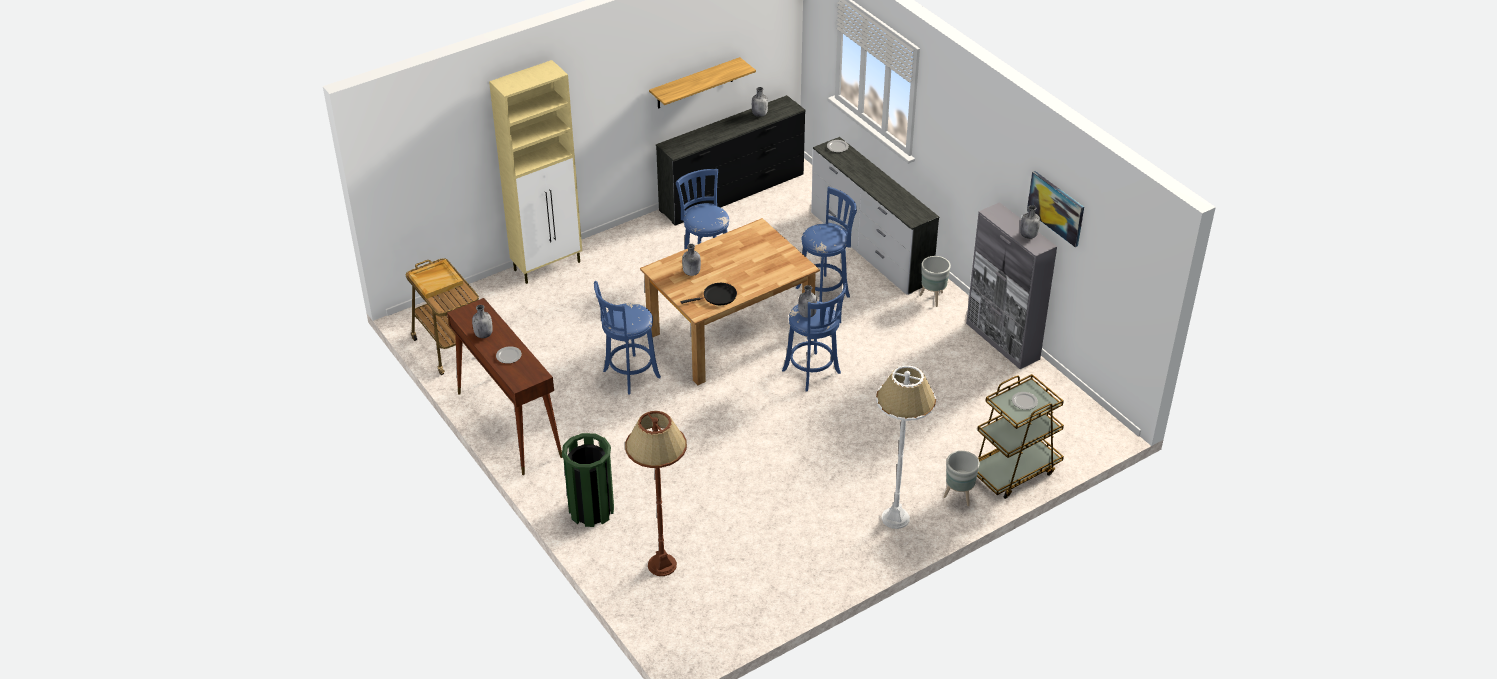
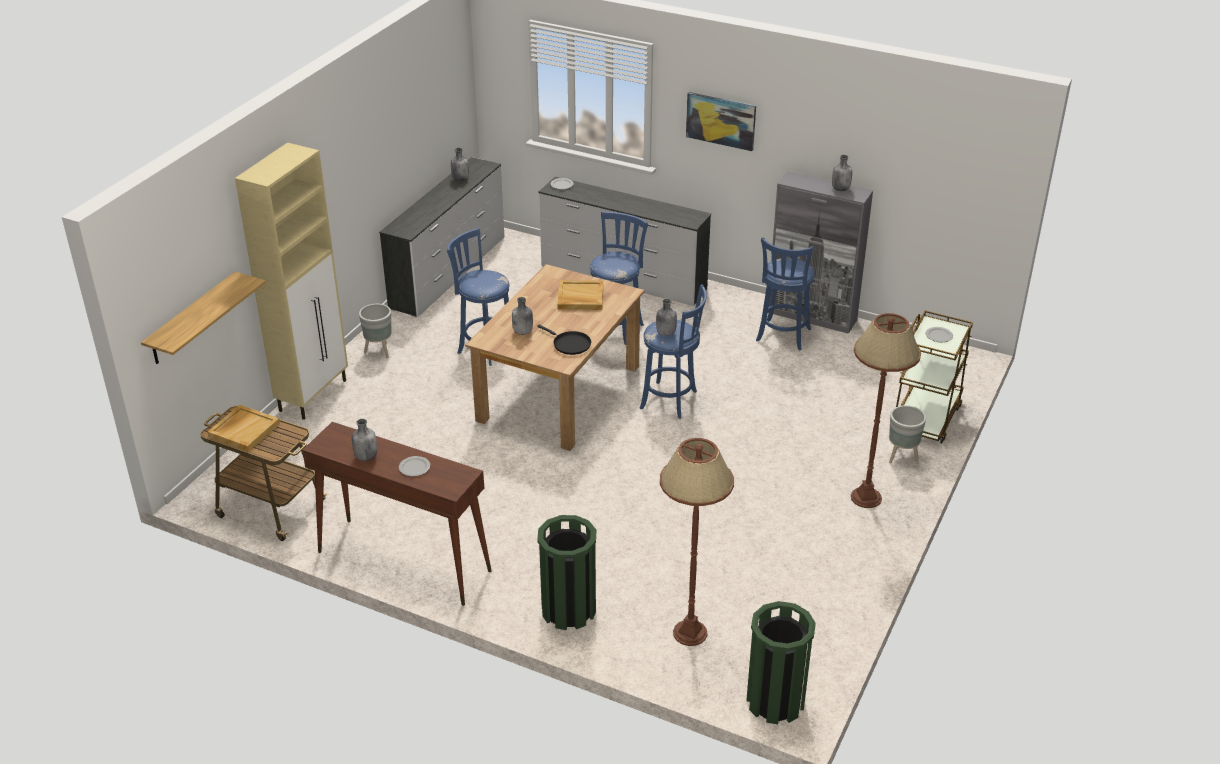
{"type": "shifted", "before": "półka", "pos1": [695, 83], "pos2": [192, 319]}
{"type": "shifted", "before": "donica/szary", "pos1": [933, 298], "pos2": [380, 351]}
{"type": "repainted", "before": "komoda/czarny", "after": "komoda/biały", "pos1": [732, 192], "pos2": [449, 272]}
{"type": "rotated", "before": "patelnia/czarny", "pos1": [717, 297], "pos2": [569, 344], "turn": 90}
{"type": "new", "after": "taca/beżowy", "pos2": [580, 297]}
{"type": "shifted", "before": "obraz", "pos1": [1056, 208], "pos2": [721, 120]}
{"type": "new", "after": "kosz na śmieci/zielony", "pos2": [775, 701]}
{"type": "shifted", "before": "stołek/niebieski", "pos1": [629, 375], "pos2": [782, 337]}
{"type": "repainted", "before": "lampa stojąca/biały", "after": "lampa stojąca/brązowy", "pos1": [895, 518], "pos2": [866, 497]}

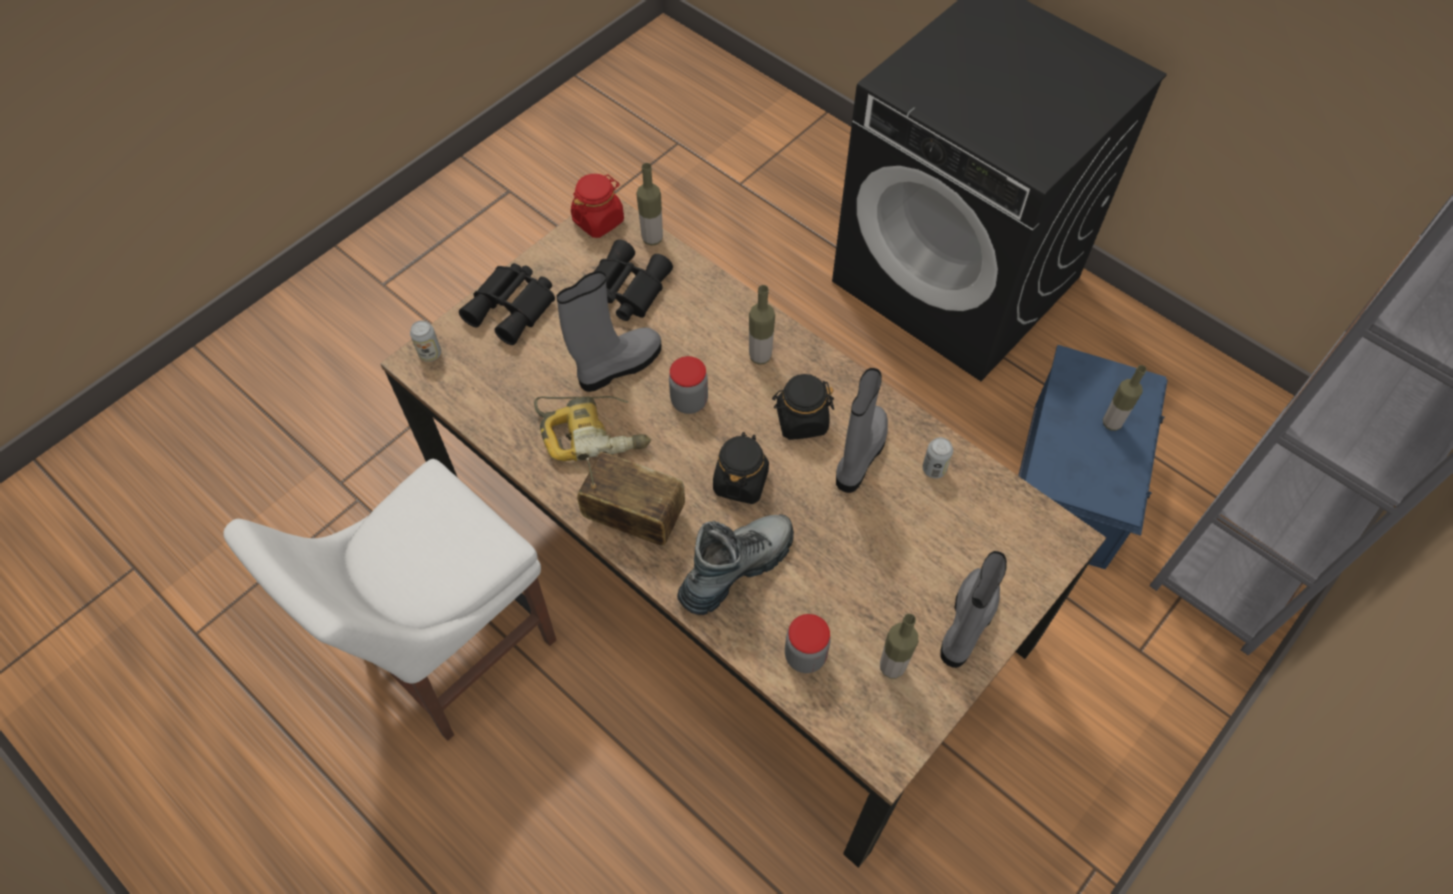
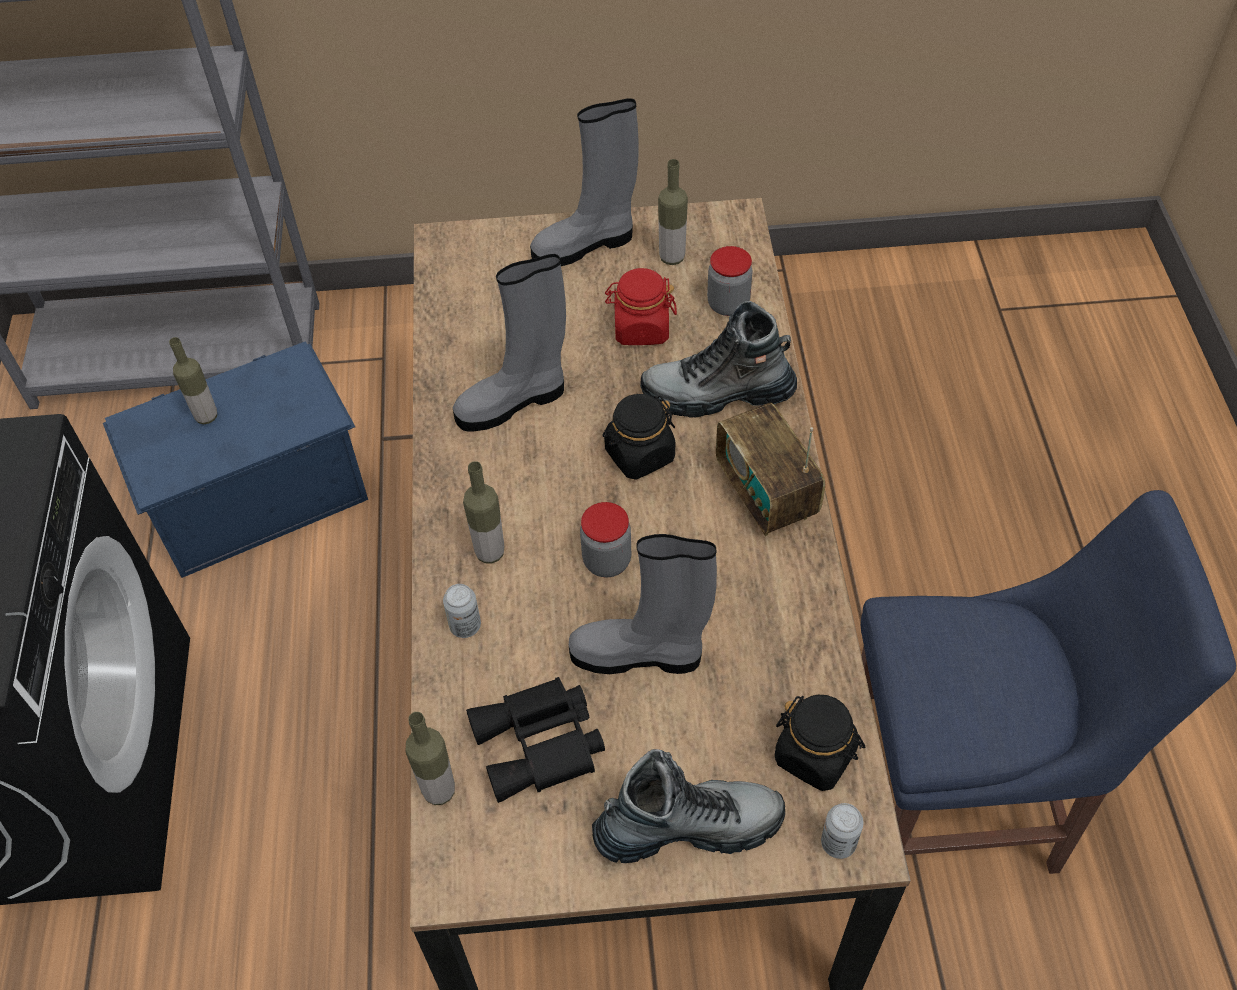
{"type": "shifted", "before": "puszka", "pos1": [934, 469], "pos2": [465, 626]}
{"type": "swapped", "before": "lornetka/czarny", "after": "but z cholewką", "pos1": [513, 308], "pos2": [688, 827]}
{"type": "shifted", "before": "słoik/czerwony", "pos1": [598, 220], "pos2": [641, 328]}
{"type": "shifted", "before": "słoik/czarny", "pos1": [801, 420], "pos2": [815, 755]}
{"type": "repainted", "before": "krzesło/biały", "after": "krzesło/niebieski", "pos1": [450, 652], "pos2": [962, 798]}
{"type": "gone", "before": "wiertarka", "pos1": [593, 431]}

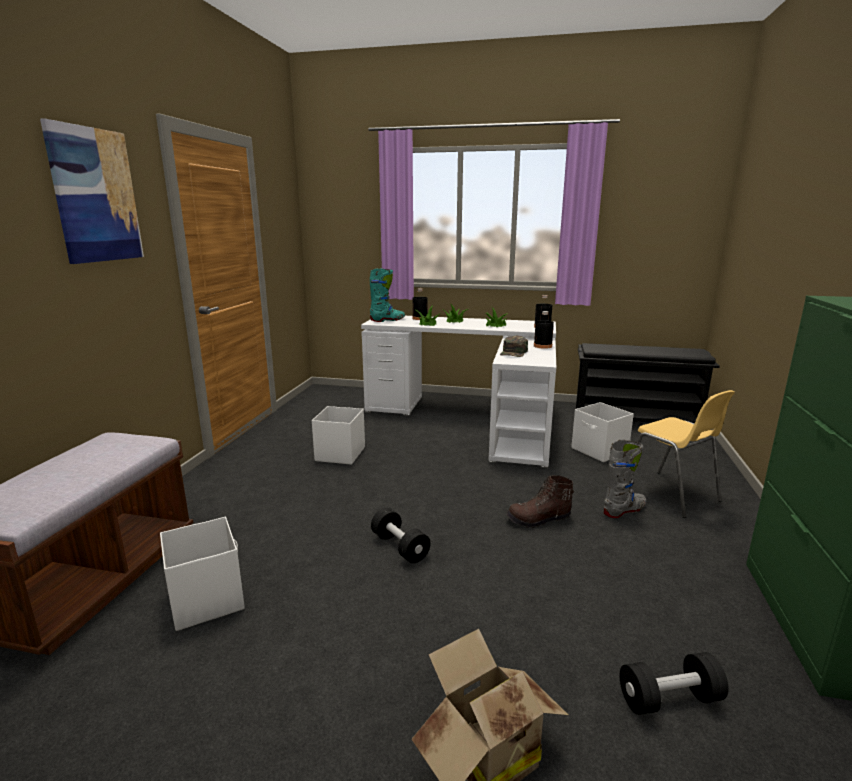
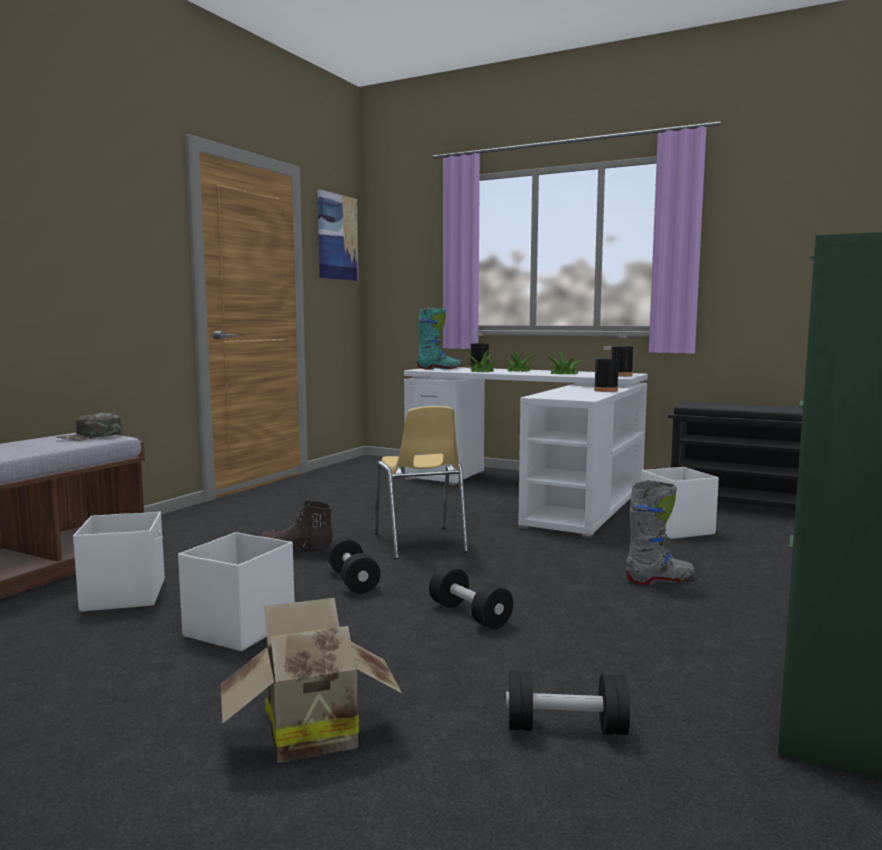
{"type": "shifted", "before": "czapka z daszkiem/zielony", "pos1": [514, 352], "pos2": [91, 436]}
{"type": "shifted", "before": "pojemnik do przechowywania/biały", "pos1": [339, 454], "pos2": [238, 629]}
{"type": "shifted", "before": "but z cholewką/brązowy", "pos1": [539, 520], "pos2": [295, 552]}
{"type": "shifted", "before": "obraz", "pos1": [95, 195], "pos2": [337, 237]}
{"type": "shifted", "before": "krzesło/żółty", "pos1": [670, 494], "pos2": [420, 543]}
{"type": "new", "after": "hantel/czarny", "pos2": [469, 615]}

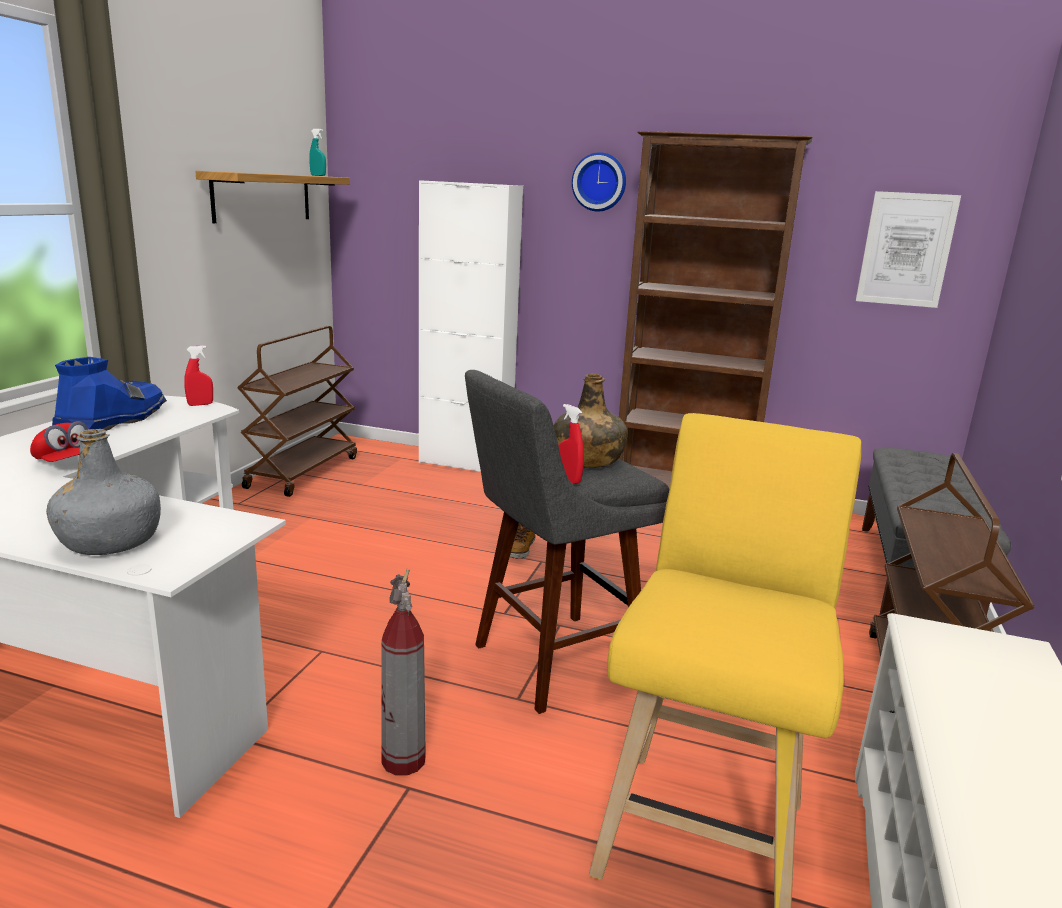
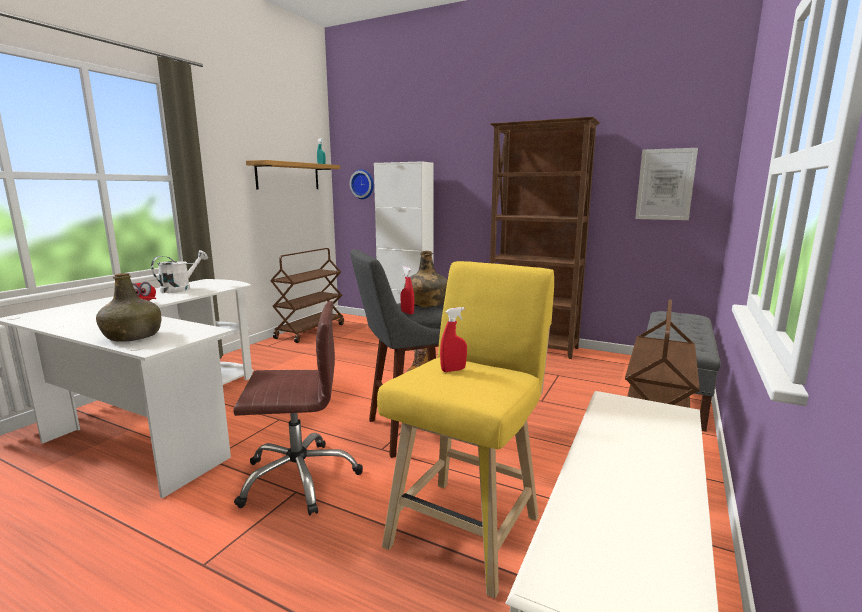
{"type": "repainted", "before": "butelka/szary", "after": "butelka/zielony", "pos1": [110, 541], "pos2": [133, 336]}
{"type": "swapped", "before": "but z cholewką/niebieski", "after": "konewka/biały", "pos1": [112, 420], "pos2": [180, 289]}
{"type": "swapped", "before": "gaśnica", "after": "krzesło biurowe/brązowy", "pos1": [403, 761], "pos2": [299, 477]}
{"type": "shifted", "before": "zegar ścienny", "pos1": [599, 182], "pos2": [363, 184]}
{"type": "shifted", "before": "spryskiwacz/czerwony", "pos1": [200, 404], "pos2": [453, 370]}

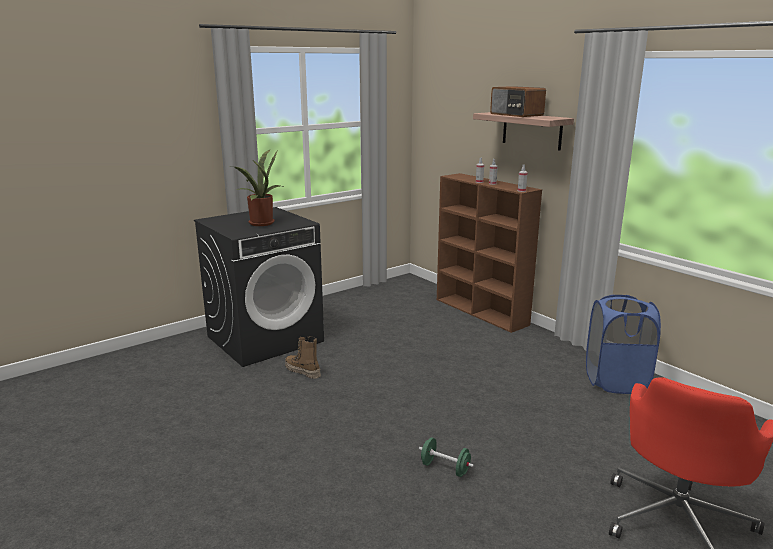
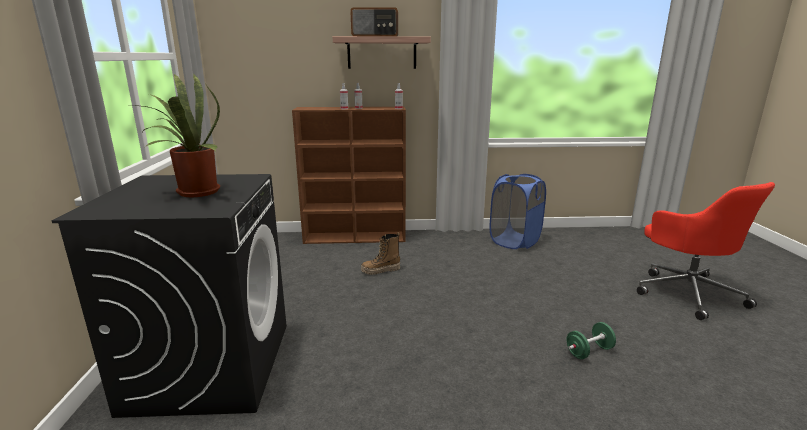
{"type": "shifted", "before": "but z cholewką", "pos1": [302, 371], "pos2": [380, 271]}

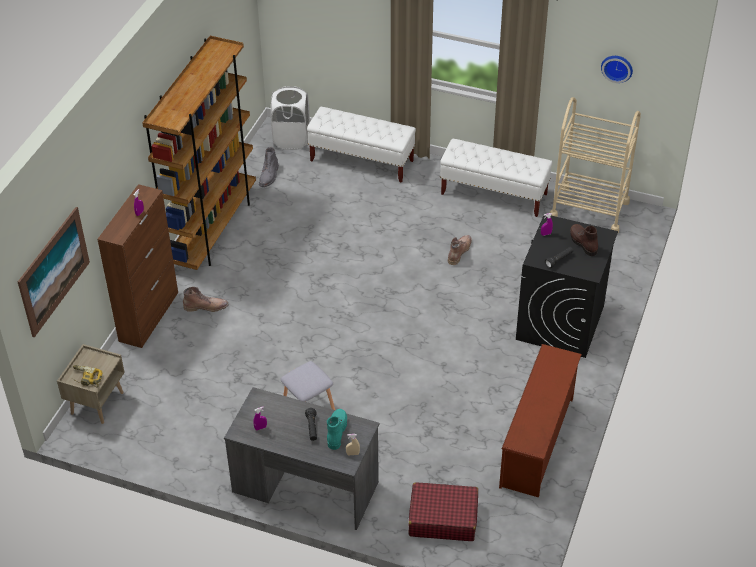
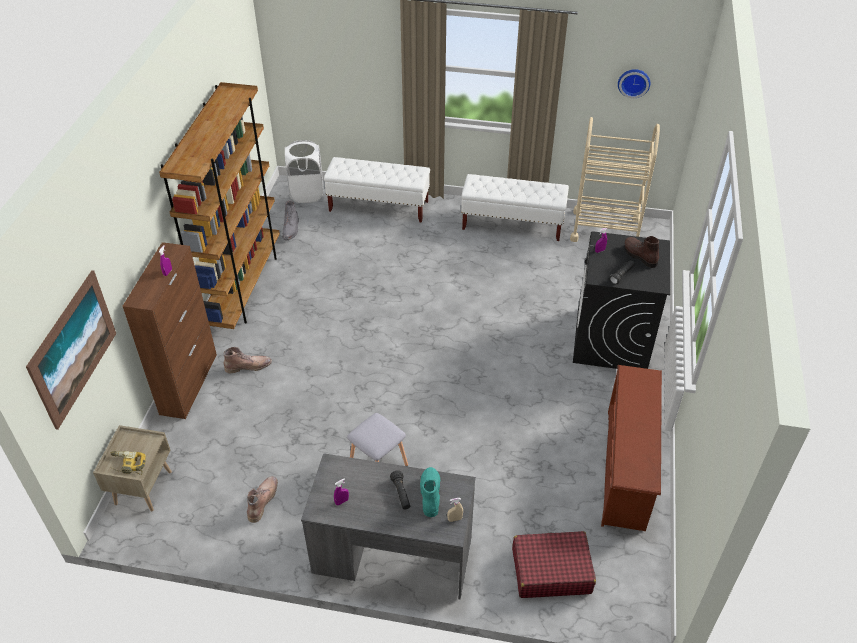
{"type": "shifted", "before": "but z cholewką/brązowy", "pos1": [459, 251], "pos2": [262, 500]}

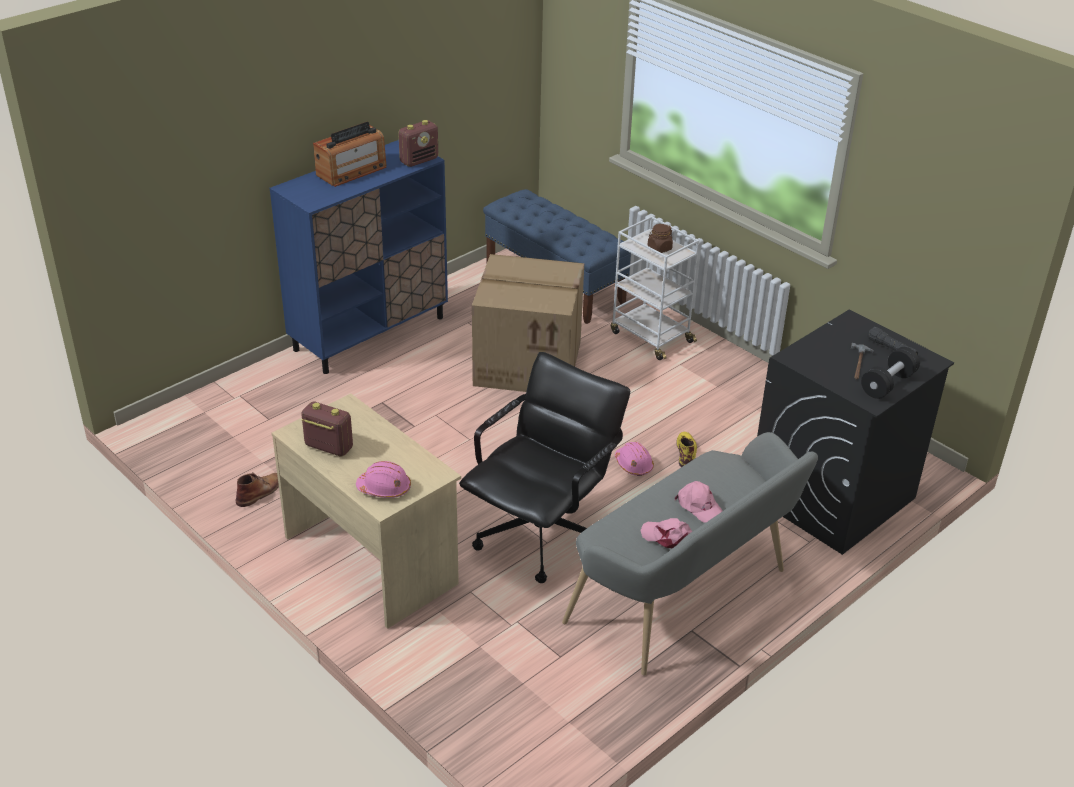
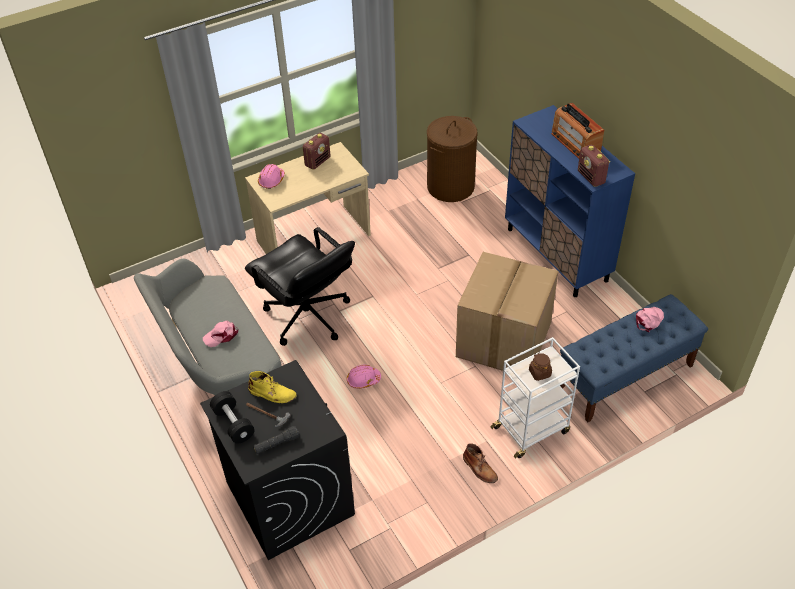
{"type": "shifted", "before": "but z cholewką/żółty", "pos1": [686, 452], "pos2": [272, 393]}
{"type": "new", "after": "kosz na pranie/brązowy", "pos2": [450, 187]}
{"type": "shifted", "before": "but z cholewką/brązowy", "pos1": [260, 492], "pos2": [480, 468]}
{"type": "shifted", "before": "czapka z daszkiem/różowy", "pos1": [668, 537], "pos2": [648, 320]}

